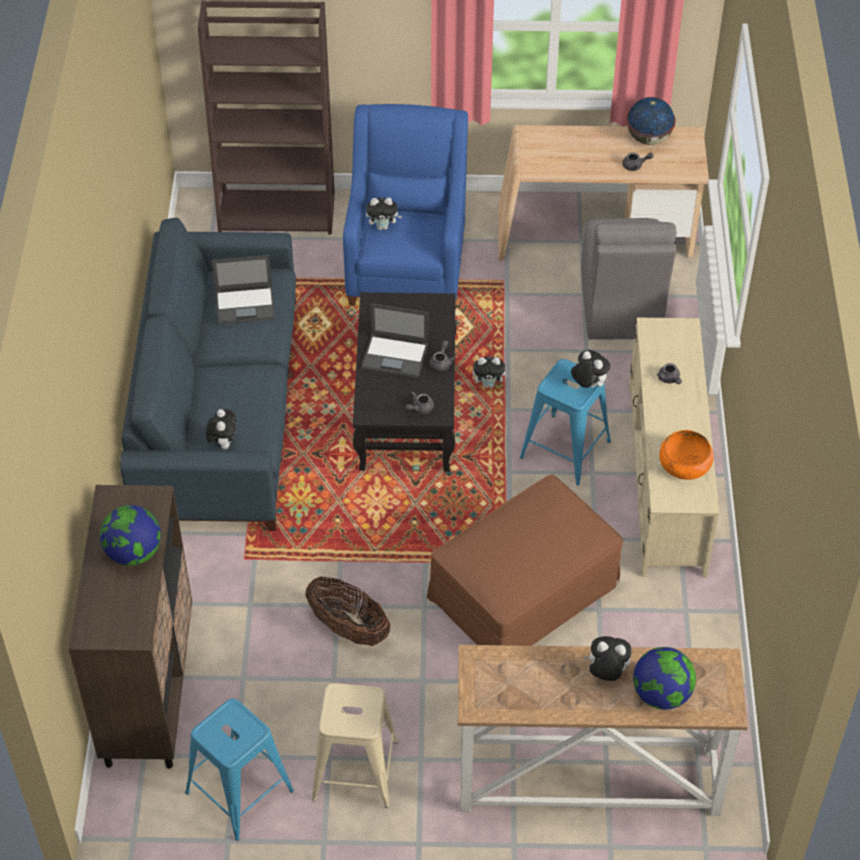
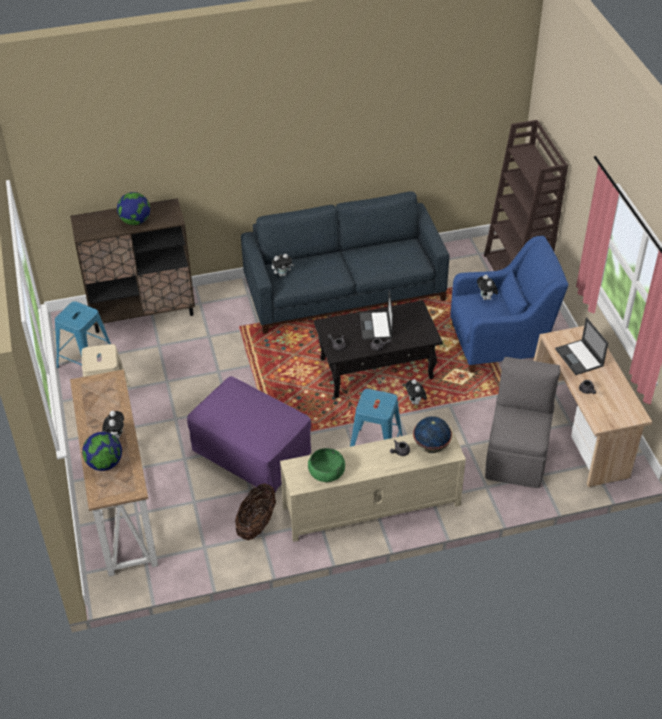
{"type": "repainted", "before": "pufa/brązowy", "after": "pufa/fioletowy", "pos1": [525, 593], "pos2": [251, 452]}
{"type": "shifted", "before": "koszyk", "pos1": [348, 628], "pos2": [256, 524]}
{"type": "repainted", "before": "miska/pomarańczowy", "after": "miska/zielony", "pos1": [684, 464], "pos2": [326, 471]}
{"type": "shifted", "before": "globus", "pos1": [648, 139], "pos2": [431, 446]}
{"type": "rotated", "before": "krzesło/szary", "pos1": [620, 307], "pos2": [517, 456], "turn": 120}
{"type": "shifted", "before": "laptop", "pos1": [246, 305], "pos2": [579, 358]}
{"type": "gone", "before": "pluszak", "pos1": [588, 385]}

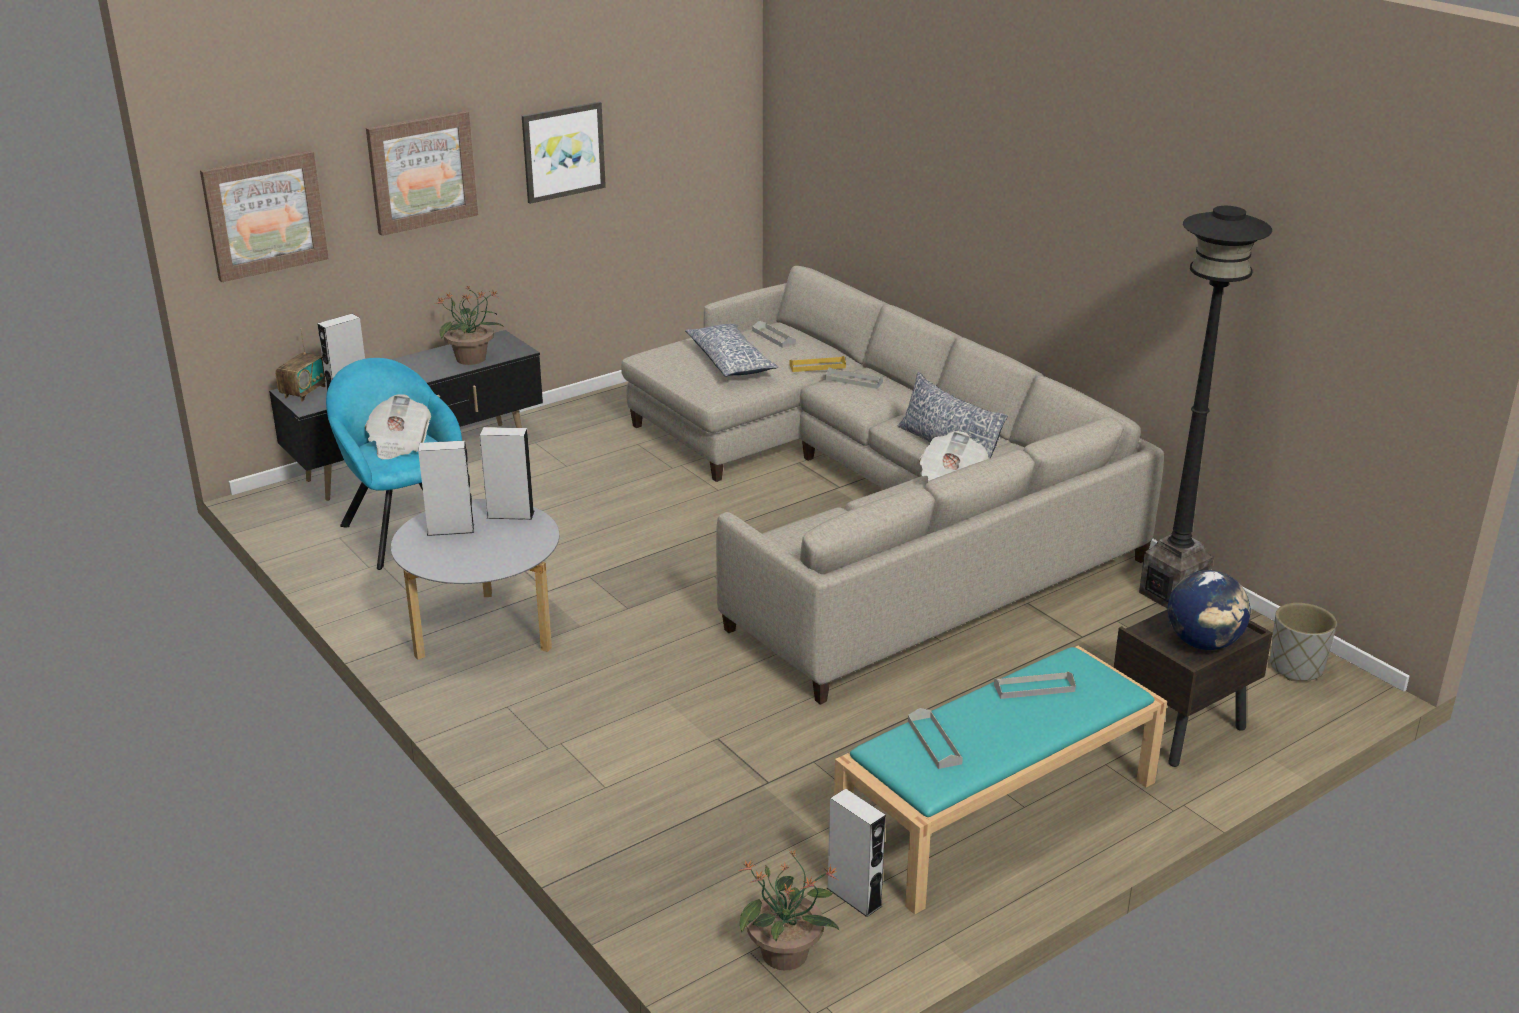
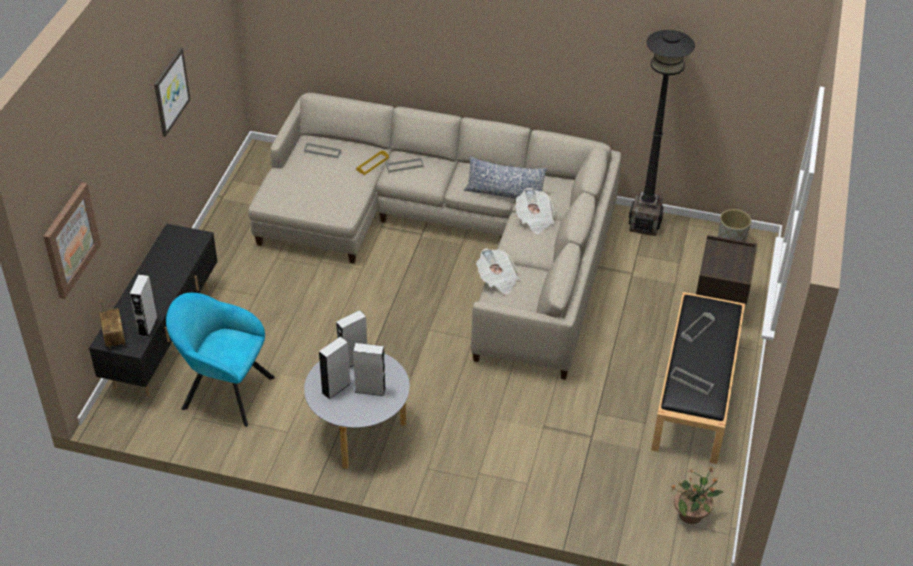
{"type": "shifted", "before": "głośnik/szary", "pos1": [854, 897], "pos2": [370, 390]}
{"type": "shifted", "before": "gazeta", "pos1": [398, 444], "pos2": [497, 279]}
{"type": "repainted", "before": "ławka/turkusowy", "after": "ławka/czarny", "pos1": [997, 813], "pos2": [696, 394]}
{"type": "gone", "before": "obraz", "pos1": [421, 172]}
{"type": "gone", "before": "roślina doniczkowa", "pos1": [472, 359]}
{"type": "gone", "before": "poduszka", "pos1": [730, 361]}
{"type": "gone", "before": "globus", "pos1": [1203, 643]}

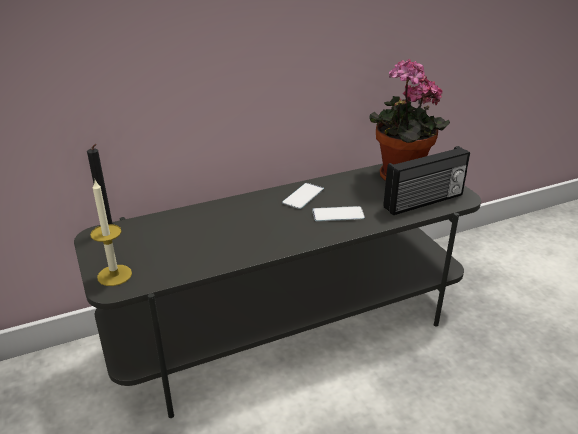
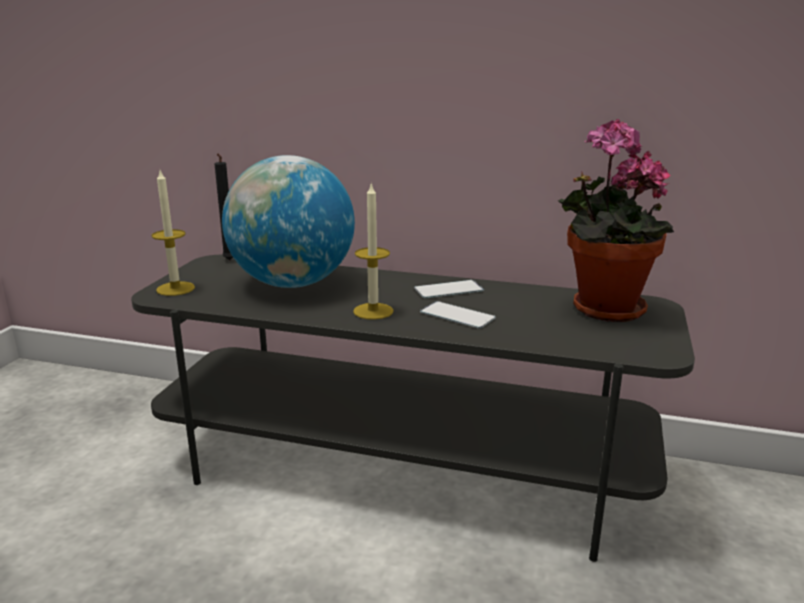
{"type": "new", "after": "globus", "pos2": [293, 284]}
{"type": "new", "after": "świeca", "pos2": [373, 311]}
{"type": "gone", "before": "radio", "pos1": [424, 202]}

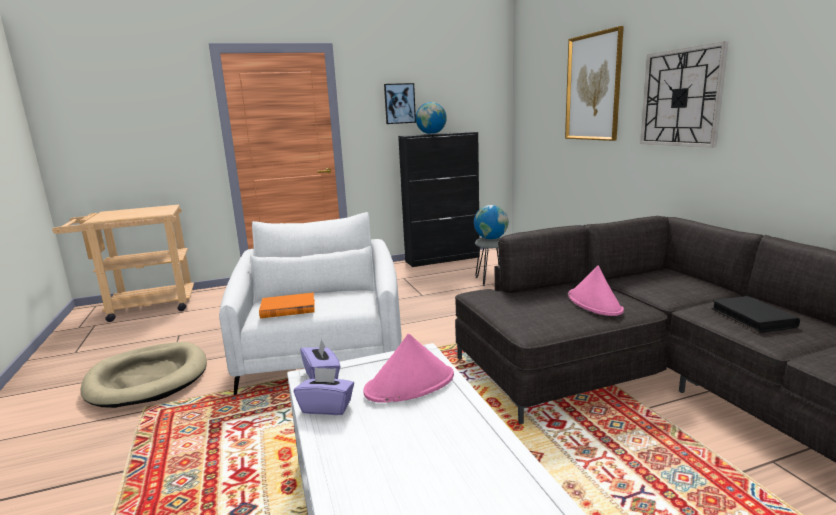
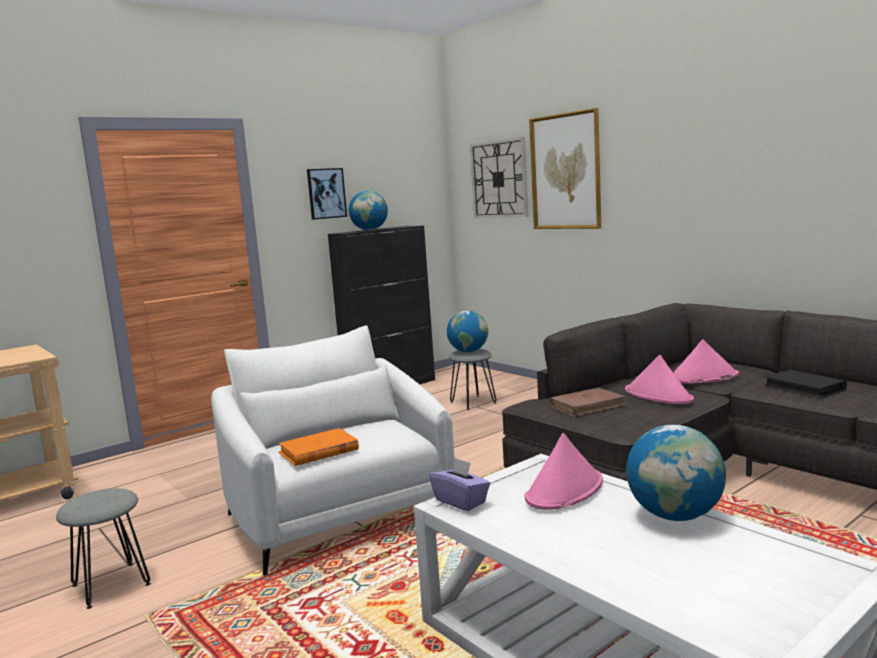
{"type": "swapped", "before": "legowisko/beżowy", "after": "stołek/szary", "pos1": [148, 378], "pos2": [111, 584]}
{"type": "shifted", "before": "zegar ścienny", "pos1": [681, 98], "pos2": [499, 179]}
{"type": "new", "after": "książka/brązowy", "pos2": [587, 406]}
{"type": "new", "after": "globus", "pos2": [675, 516]}
{"type": "new", "after": "kapelusz/różowy", "pos2": [703, 377]}
{"type": "gone", "before": "pudełko chusteczek/fioletowy", "pos1": [327, 407]}

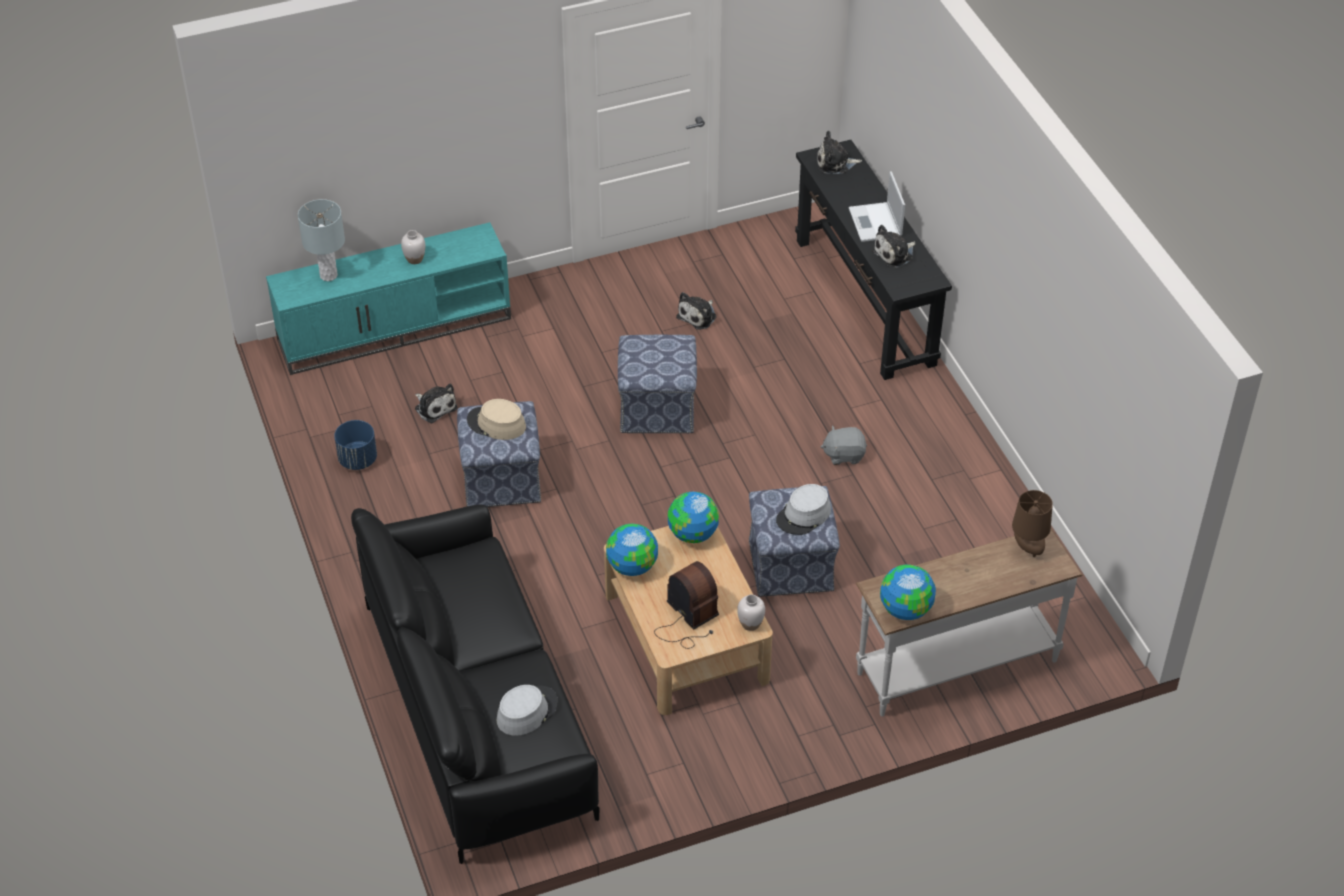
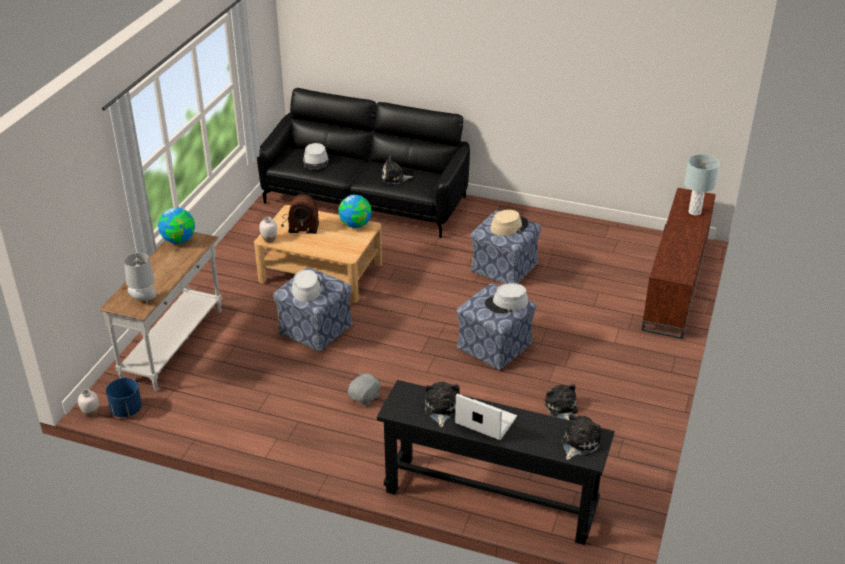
{"type": "shifted", "before": "wazon/biały", "pos1": [414, 259], "pos2": [91, 413]}
{"type": "shifted", "before": "donica/niebieski", "pos1": [358, 460], "pos2": [126, 410]}
{"type": "repainted", "before": "lampa stołowa/brązowy", "after": "lampa stołowa/szary", "pos1": [1027, 548], "pos2": [144, 300]}
{"type": "shifted", "before": "pluszak", "pos1": [434, 407], "pos2": [395, 178]}
{"type": "new", "after": "kapelusz/szary", "pos2": [506, 303]}
{"type": "repainted", "before": "szafka pod telewizor/turkusowy", "after": "szafka pod telewizor/brązowy", "pos1": [395, 328], "pos2": [676, 286]}
{"type": "gone", "before": "globus", "pos1": [692, 534]}

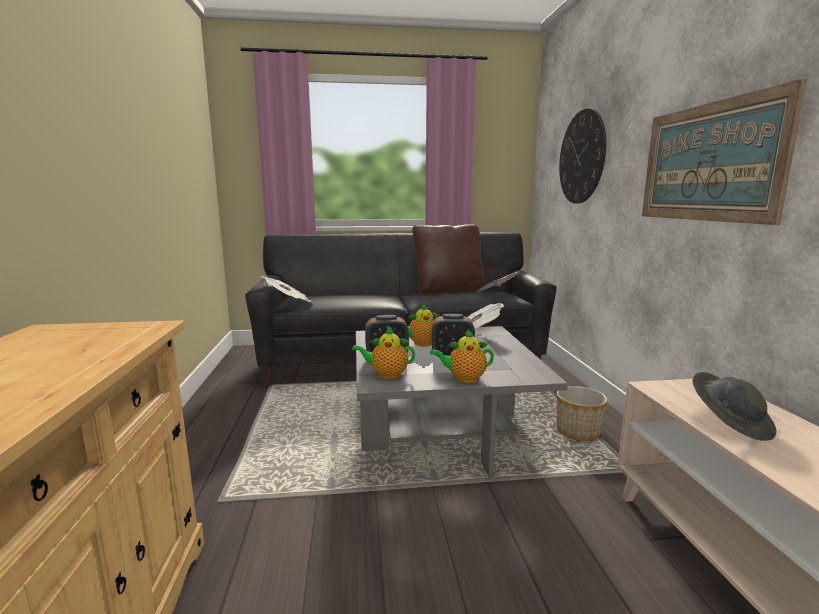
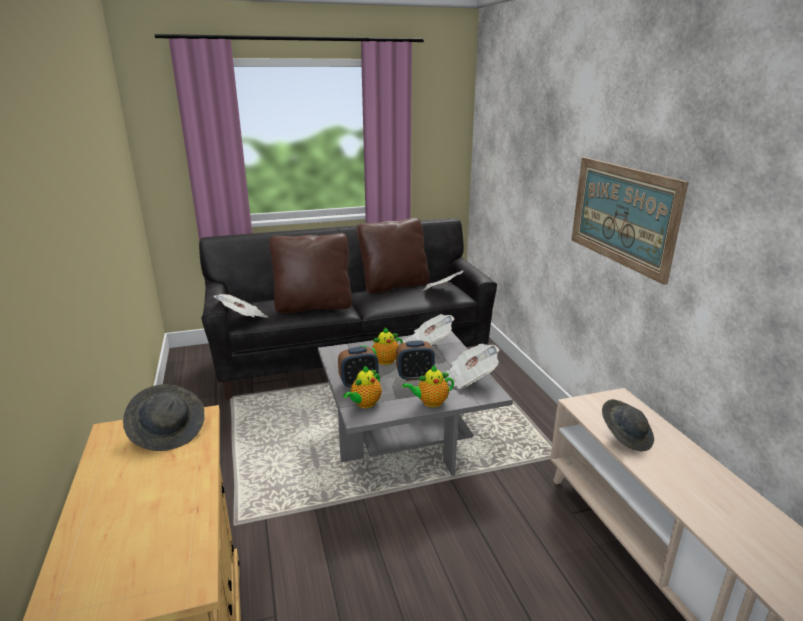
{"type": "new", "after": "kapelusz/szary", "pos2": [168, 431]}
{"type": "new", "after": "poduszka/brązowy", "pos2": [313, 306]}
{"type": "rotated", "before": "imbryk", "pos1": [386, 375], "pos2": [364, 404], "turn": -45}
{"type": "new", "after": "gazeta", "pos2": [468, 379]}
{"type": "gone", "before": "donica", "pos1": [577, 432]}
{"type": "gone", "before": "zegar ścienny", "pos1": [581, 157]}

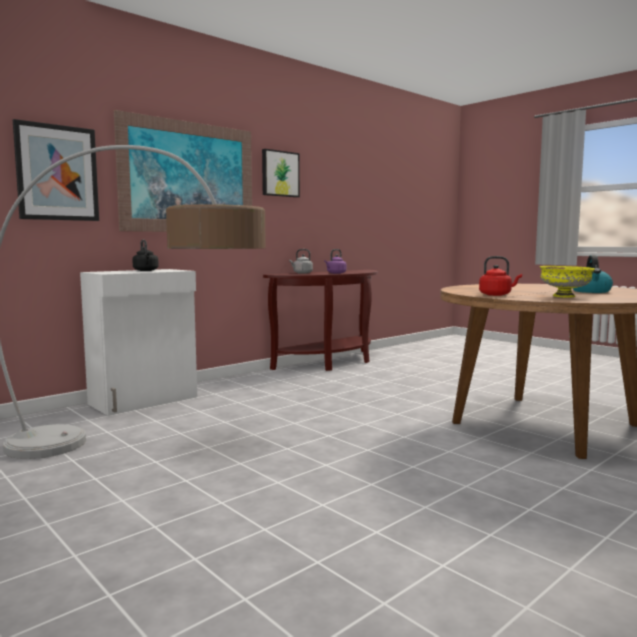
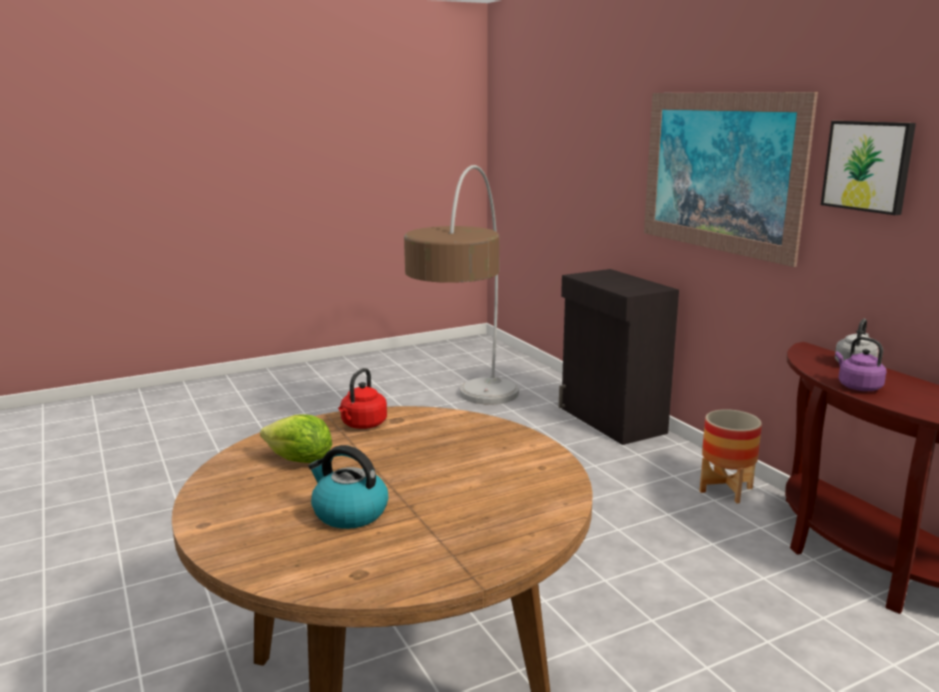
{"type": "swapped", "before": "miska/żółty", "after": "sałata", "pos1": [565, 296], "pos2": [300, 461]}
{"type": "repainted", "before": "szafka/biały", "after": "szafka/czarny", "pos1": [145, 400], "pos2": [611, 421]}
{"type": "new", "after": "donica", "pos2": [726, 490]}
{"type": "gone", "before": "obraz", "pos1": [57, 173]}
{"type": "gone", "before": "czajnik/czarny", "pos1": [146, 270]}

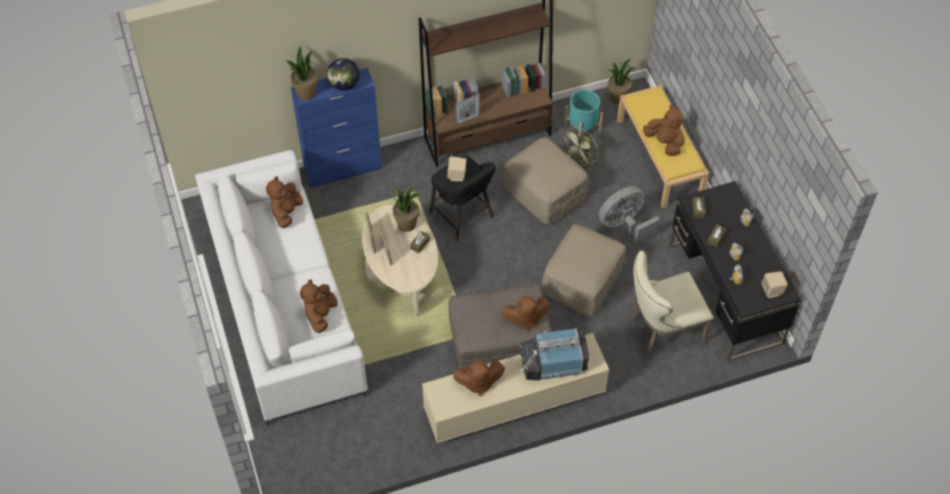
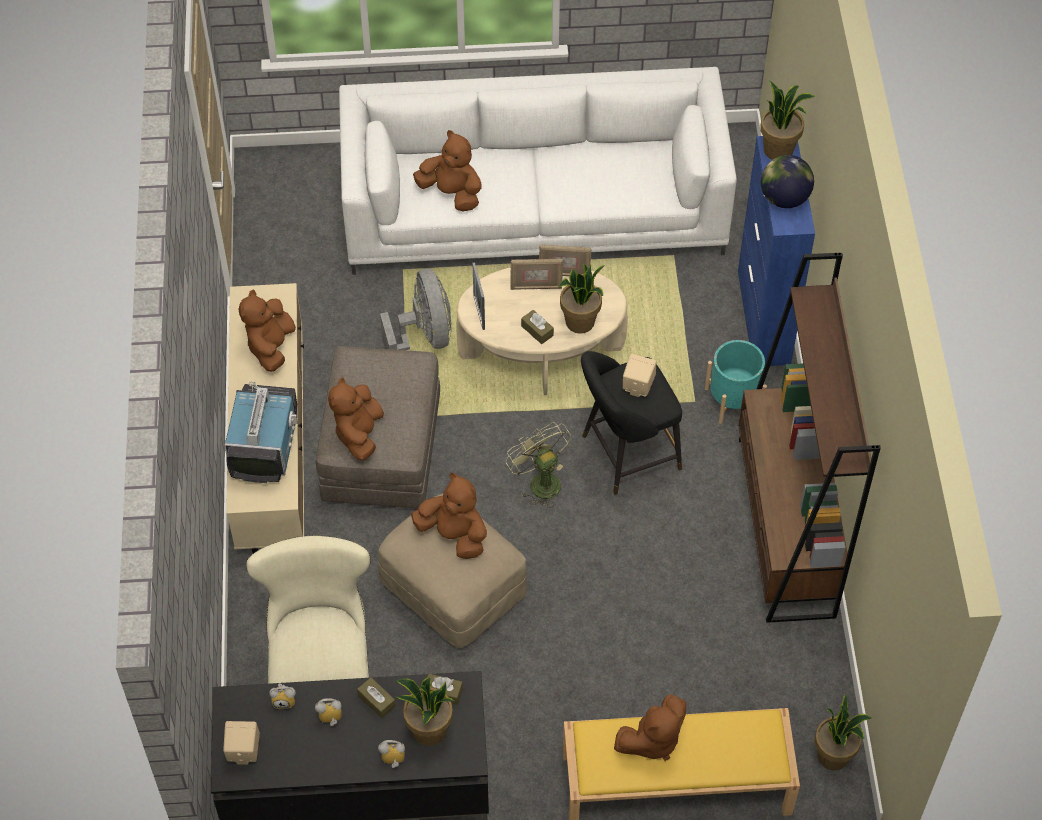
{"type": "shifted", "before": "wentylator/szary", "pos1": [625, 225], "pos2": [424, 337]}
{"type": "new", "after": "roślina doniczkowa", "pos2": [429, 731]}
{"type": "shifted", "before": "pluszak/brązowy", "pos1": [286, 212], "pos2": [454, 535]}
{"type": "shifted", "before": "ramka na zdjęcie", "pos1": [467, 120], "pos2": [479, 312]}
{"type": "shifted", "before": "wentylator/zielony", "pos1": [581, 163], "pos2": [540, 481]}
{"type": "shifted", "before": "donica/turkusowy", "pos1": [582, 127], "pos2": [733, 400]}
{"type": "gone", "before": "pufa/beżowy", "pos1": [545, 193]}

